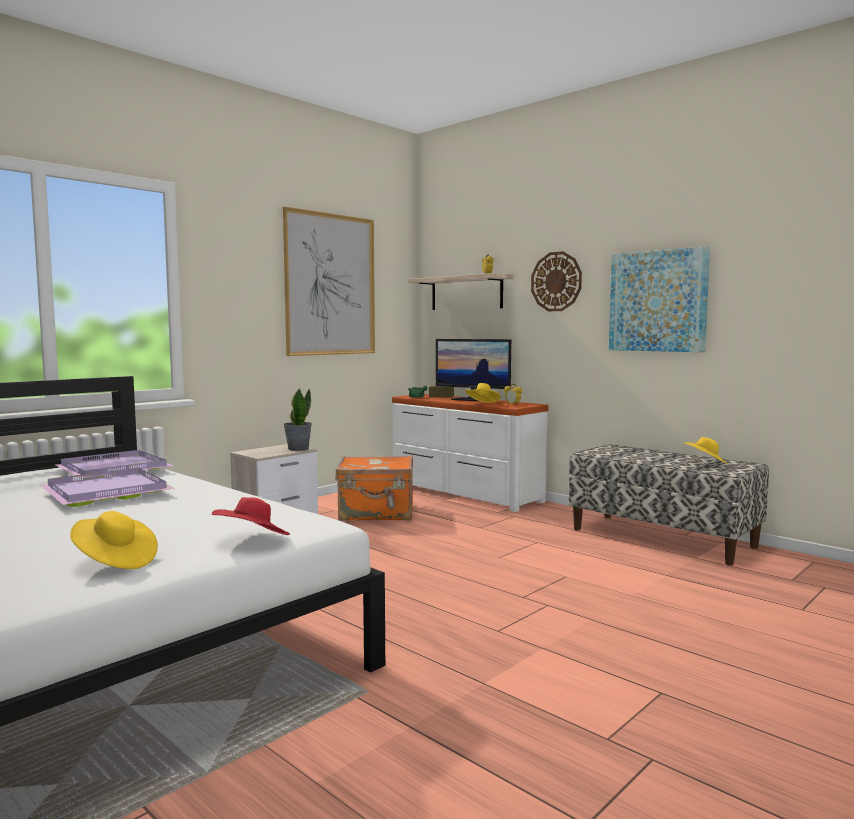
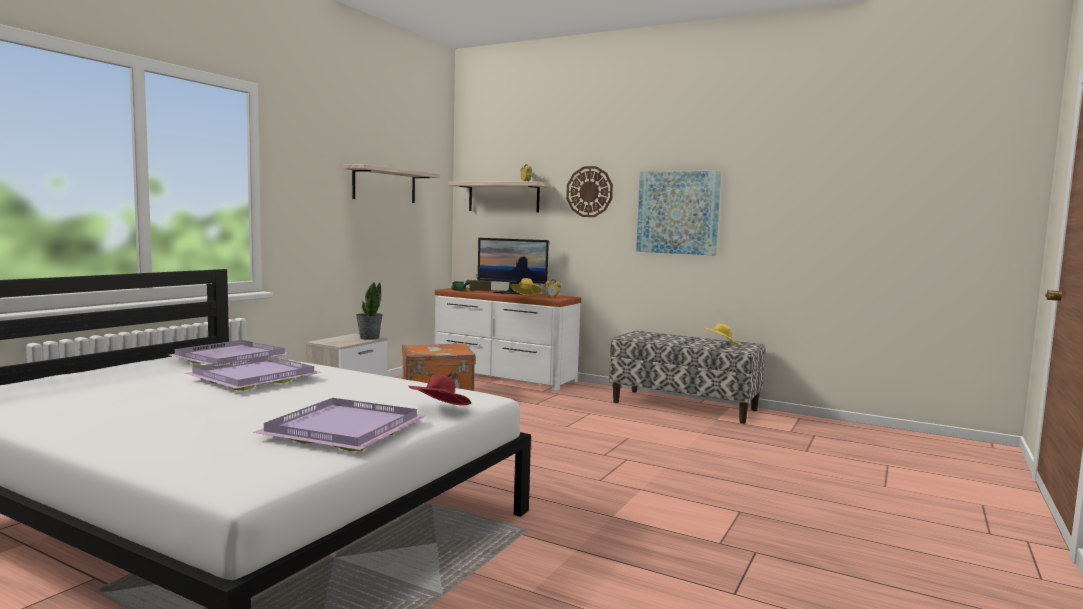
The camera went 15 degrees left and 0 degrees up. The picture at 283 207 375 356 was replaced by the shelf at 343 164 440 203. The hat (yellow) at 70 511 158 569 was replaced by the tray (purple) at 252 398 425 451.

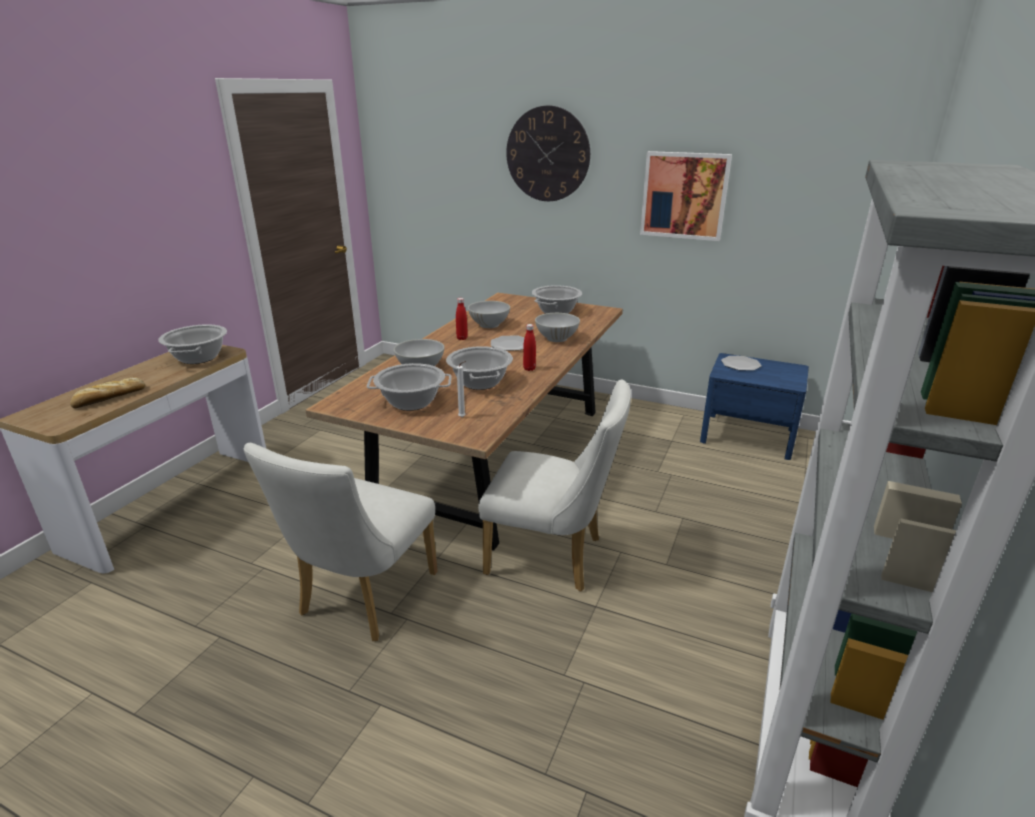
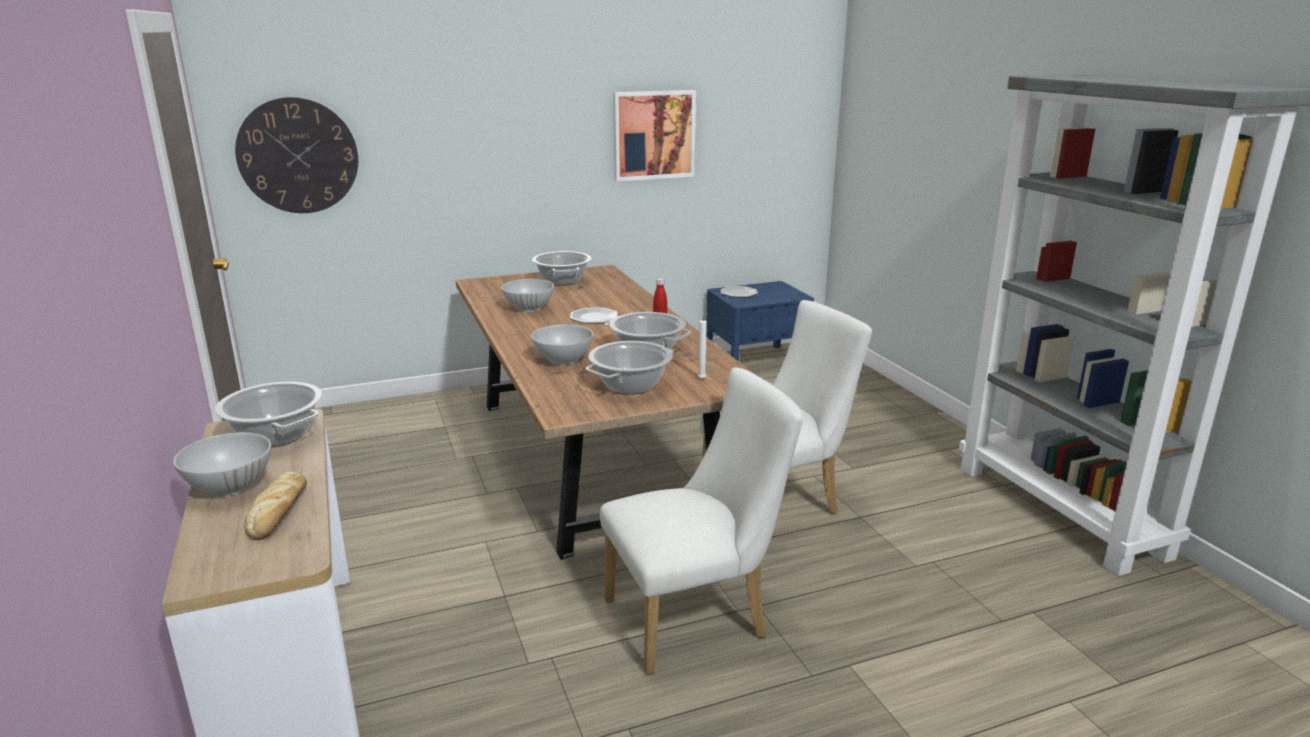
The camera went 45 degrees left and 5 degrees down. The wall clock moved from 506 106 590 201 to 235 97 358 213. The bottle (red) at 456 298 468 340 disappeared. The bowl (white) moved from 535 313 580 342 to 173 432 271 497. The chair (white) at 244 443 437 641 turned 90 degrees counterclockwise.

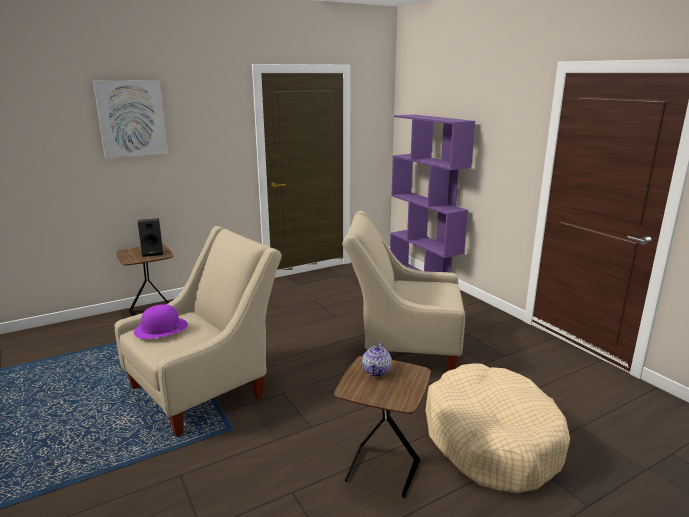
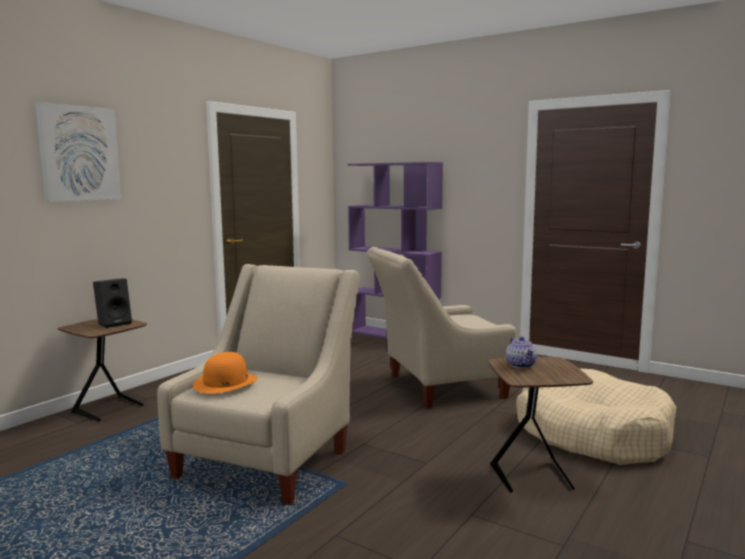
The camera went 25 degrees left and 10 degrees down. The hat (purple) at 134 304 188 339 became the hat (orange) at 193 352 258 394.

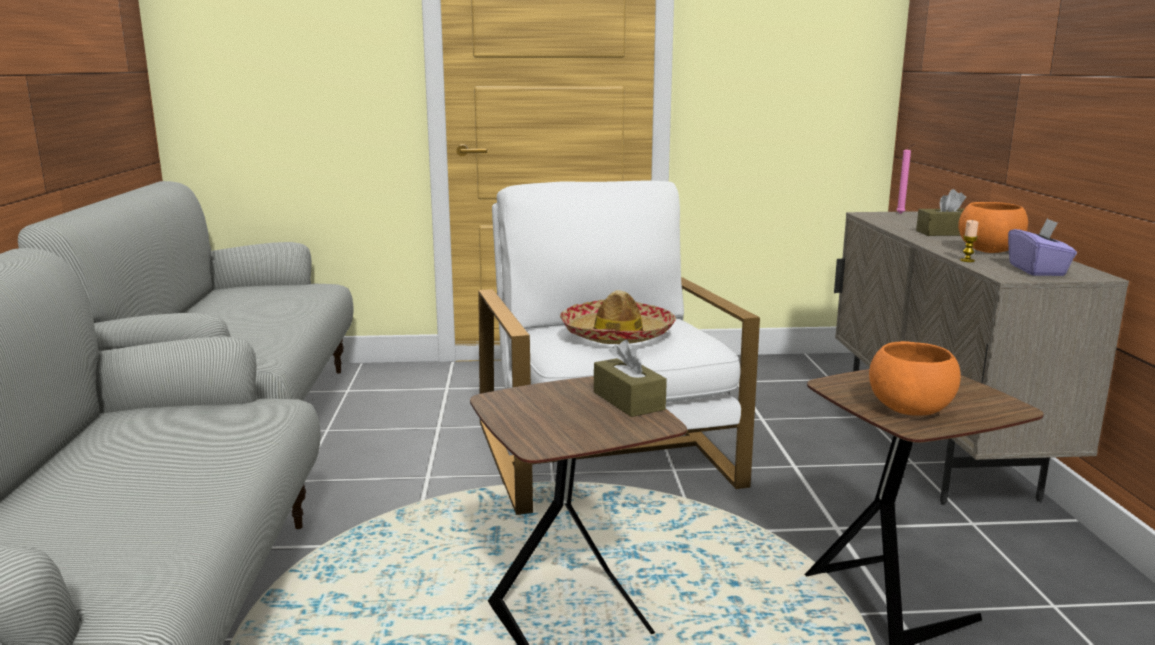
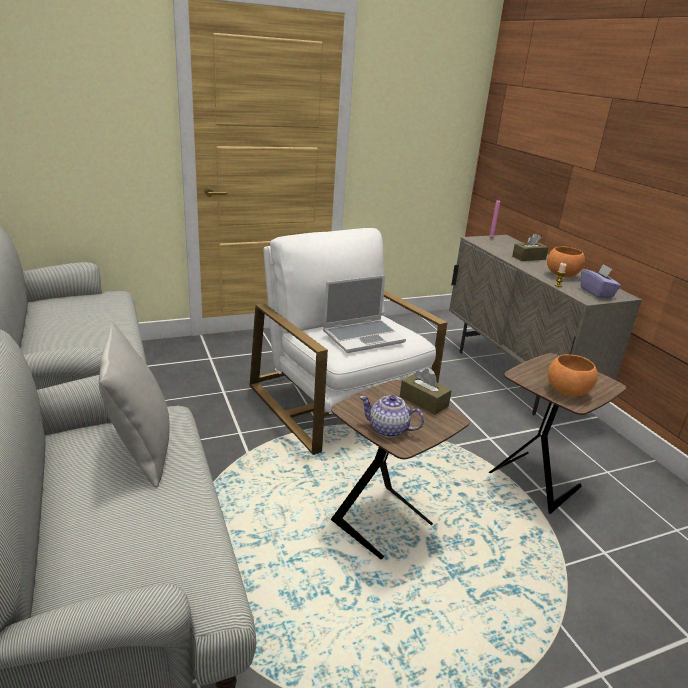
The camera went 20 degrees left and 10 degrees up. The hat at 560 290 676 344 was replaced by the laptop at 323 275 406 353. The pillow (grey) at 99 322 170 488 appeared. The teapot at 359 395 424 438 appeared.

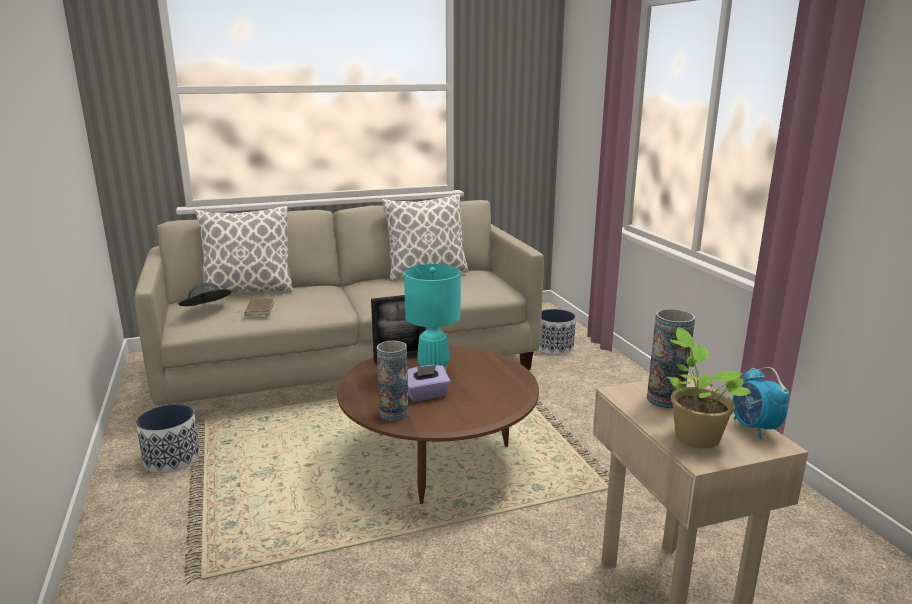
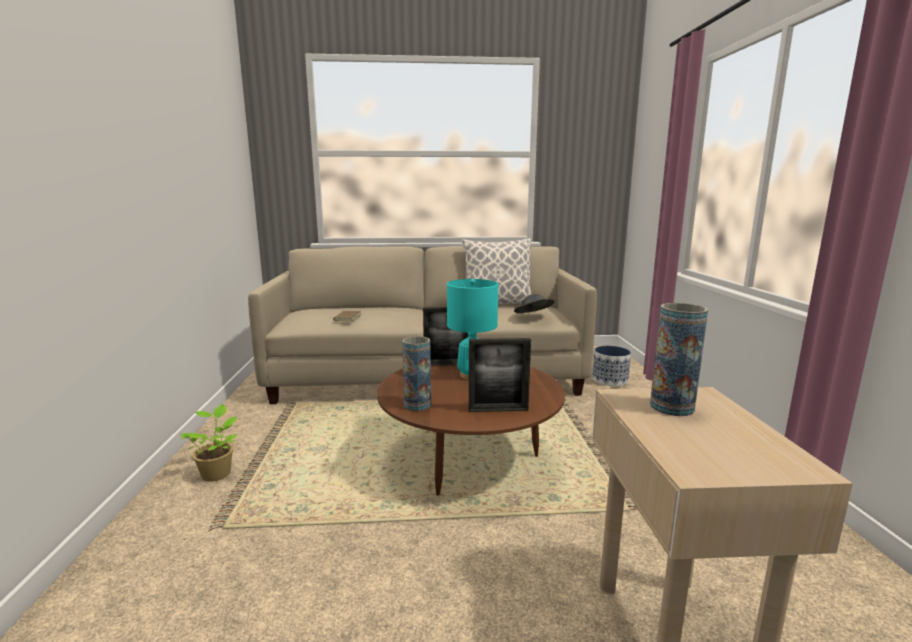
The camera went 15 degrees right and 5 degrees down. The pillow at 195 206 293 295 disappeared. The hat (grey) moved from 178 283 232 306 to 514 294 555 313. The potted plant moved from 667 327 752 449 to 180 404 237 482. The tissue box (purple) at 407 365 451 402 disappeared. The alarm clock at 733 367 790 439 disappeared. The planter at 136 404 200 473 disappeared. The picture frame at 469 338 531 412 appeared.

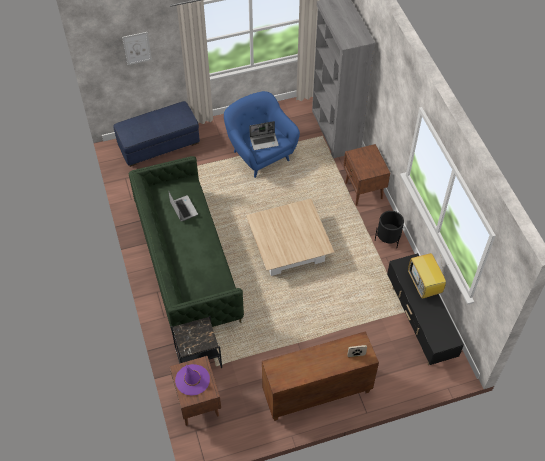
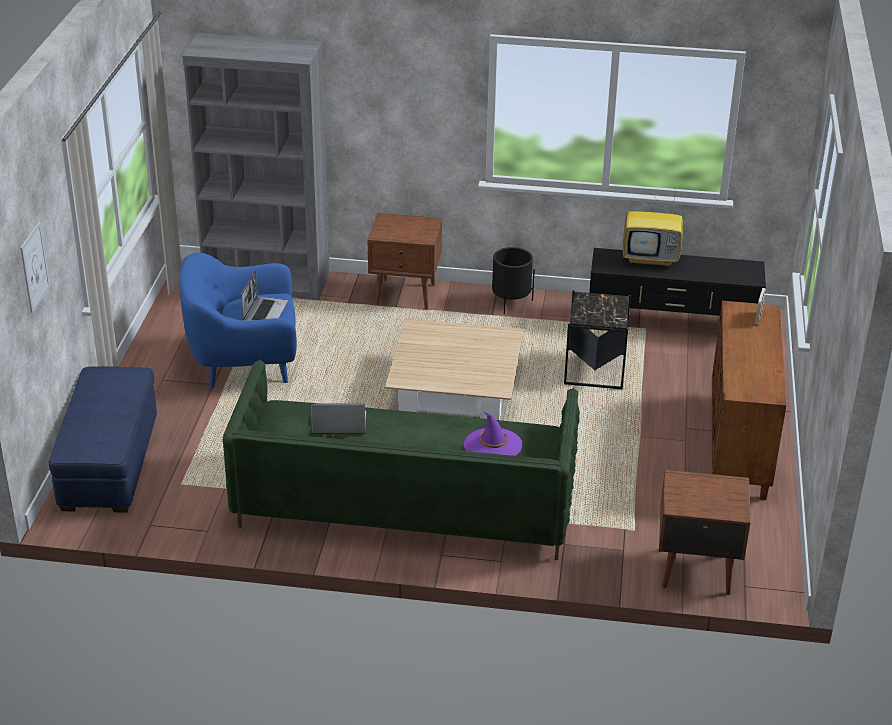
The camera went 65 degrees left and 20 degrees down. The side table (black) moved from 171 316 222 368 to 564 290 631 389. The hat (purple) moved from 175 364 210 396 to 464 412 522 456.

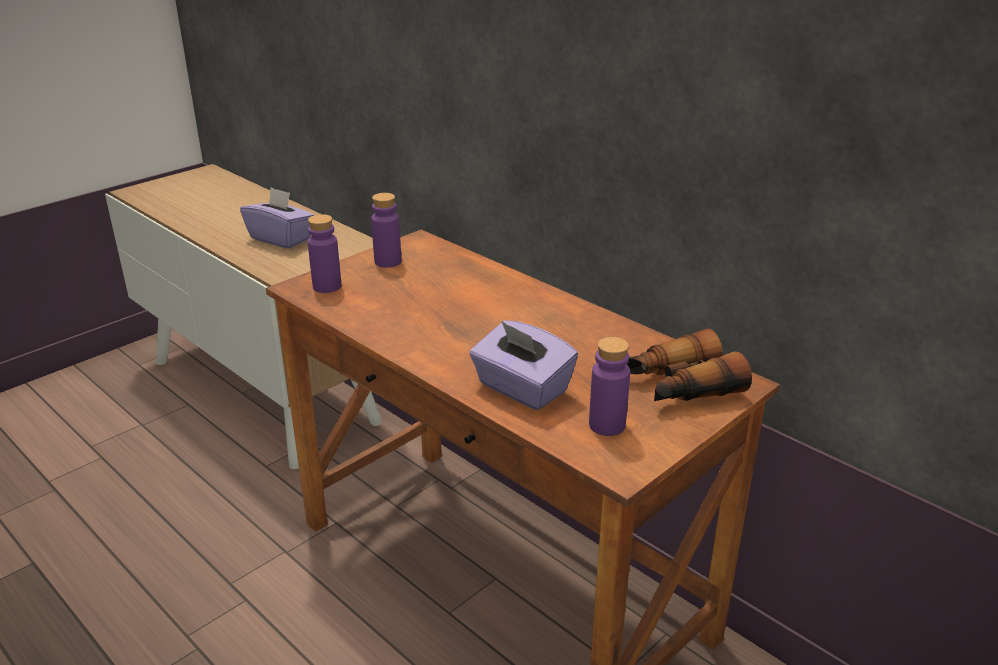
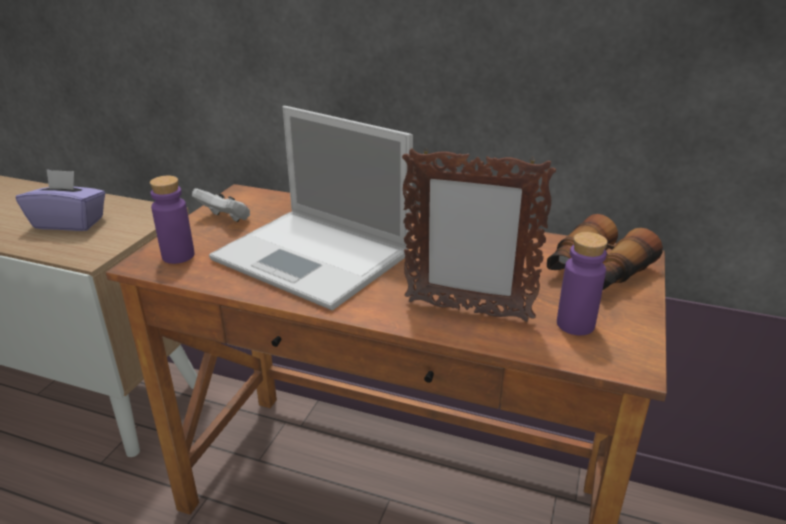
The camera went 25 degrees left and 0 degrees up. The bottle (purple) at 371 193 401 268 was replaced by the game controller (white) at 192 188 250 222. The tissue box (purple) at 469 320 578 410 was replaced by the picture frame at 402 148 556 322. The laptop at 209 106 413 310 appeared.

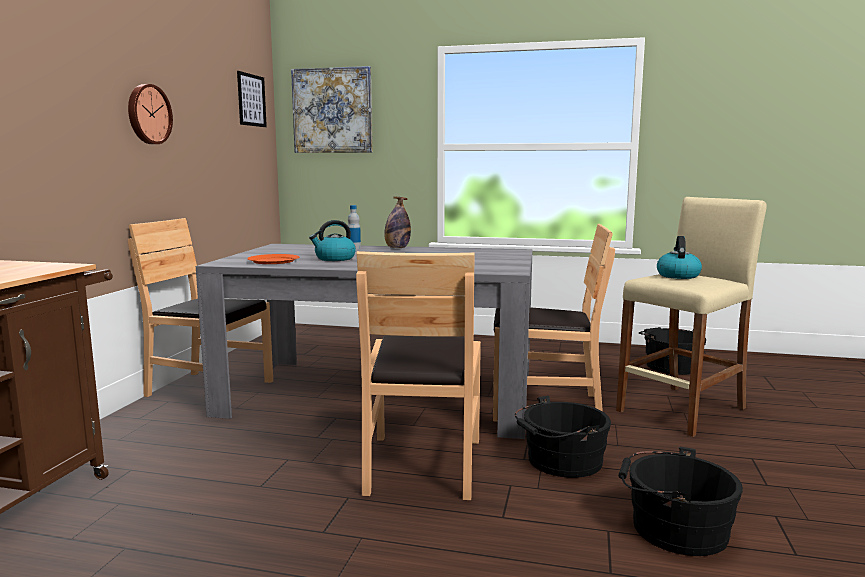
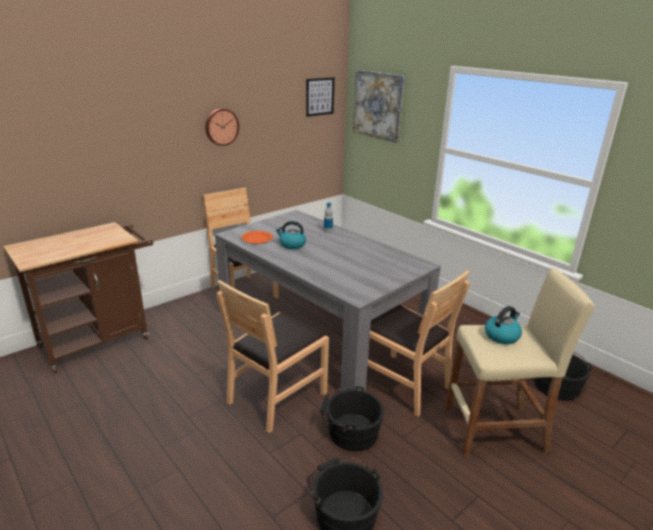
The camera went 35 degrees right and 15 degrees up. The bottle at 384 197 411 248 disappeared.

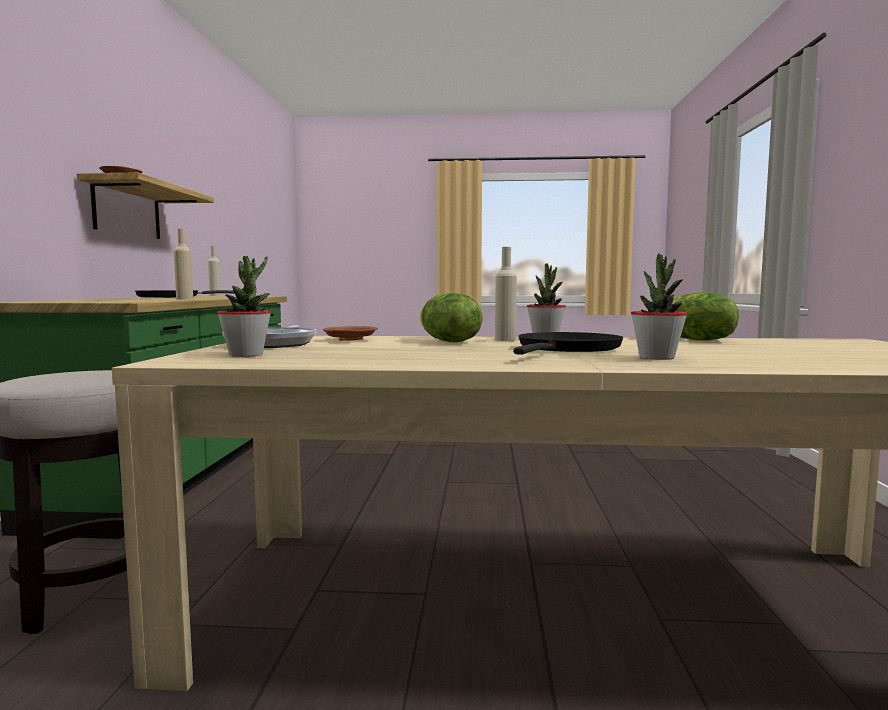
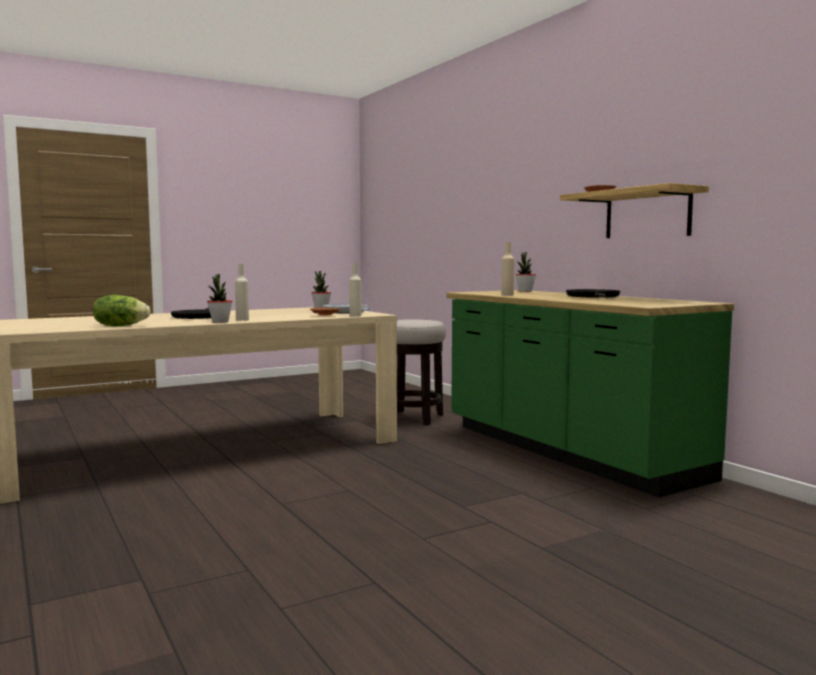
The camera went 145 degrees right and 0 degrees up. The bottle (beige) moved from 208 246 222 296 to 349 263 362 317. The potted plant moved from 631 253 687 360 to 516 252 536 292. The lettuce at 420 293 483 342 disappeared.

